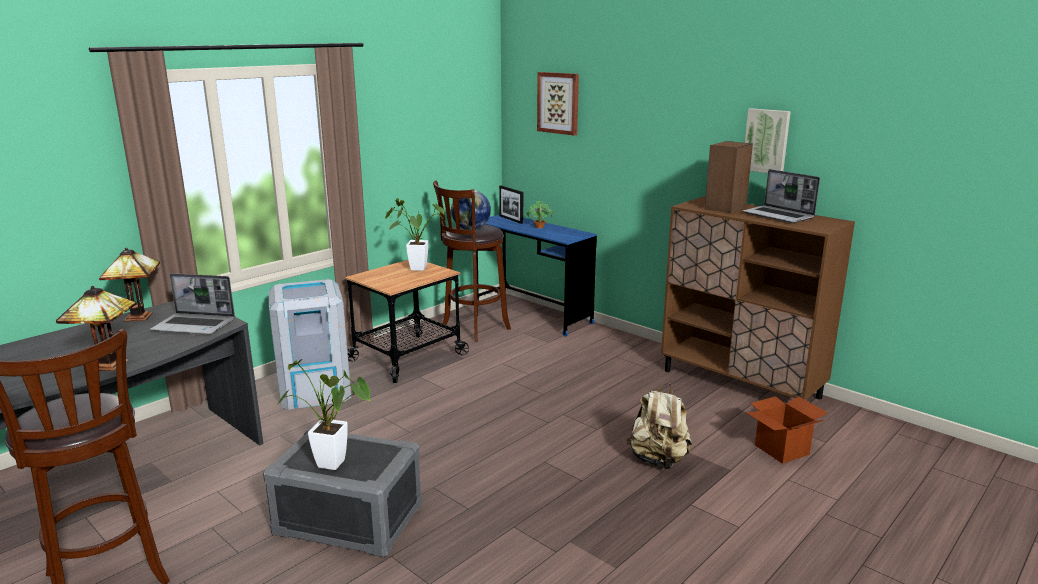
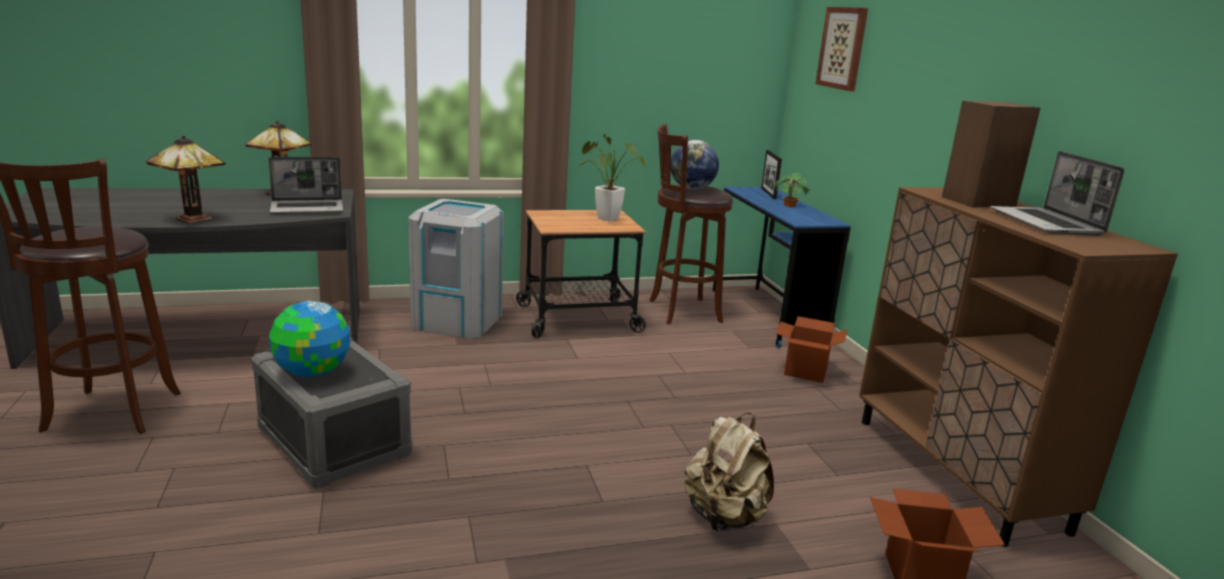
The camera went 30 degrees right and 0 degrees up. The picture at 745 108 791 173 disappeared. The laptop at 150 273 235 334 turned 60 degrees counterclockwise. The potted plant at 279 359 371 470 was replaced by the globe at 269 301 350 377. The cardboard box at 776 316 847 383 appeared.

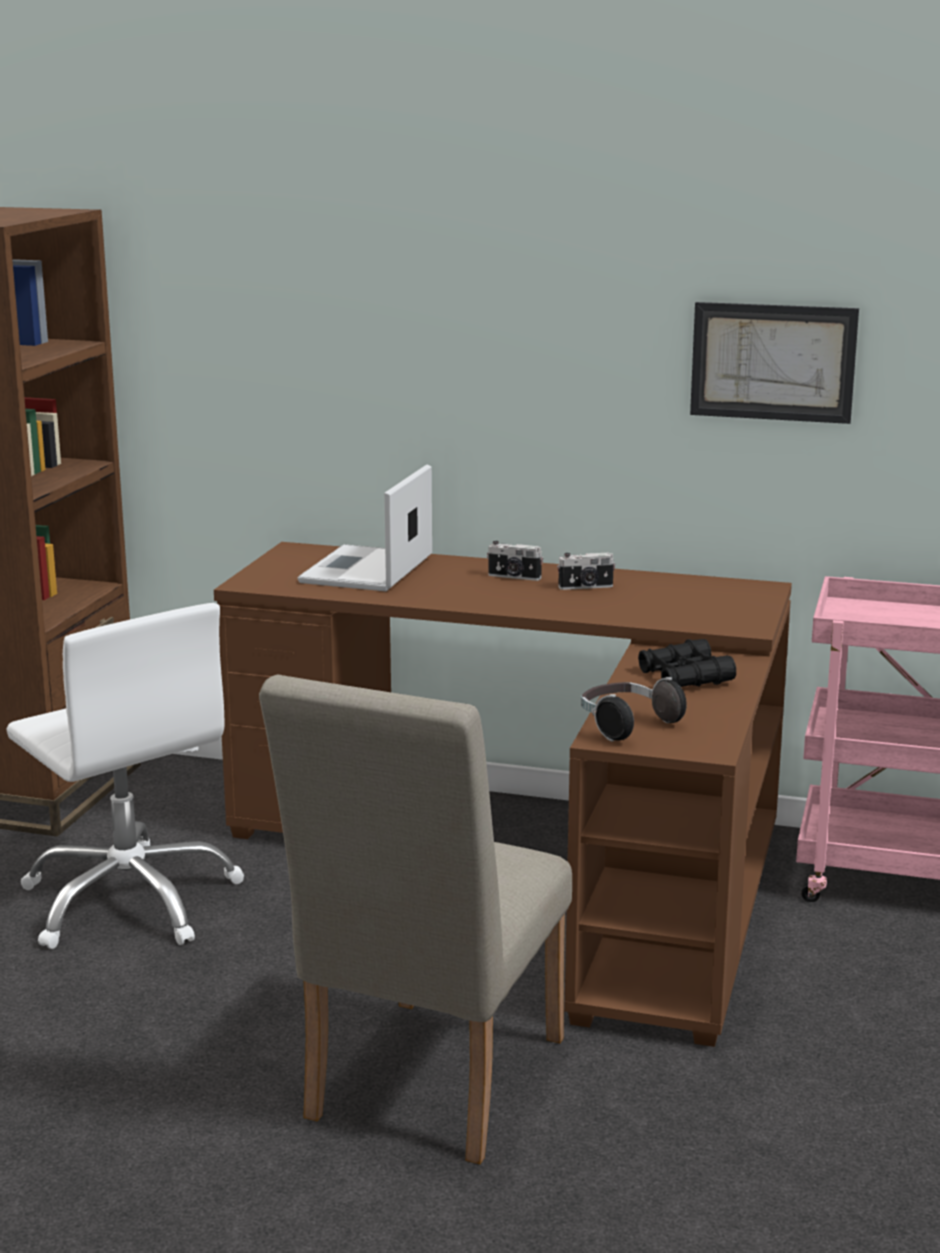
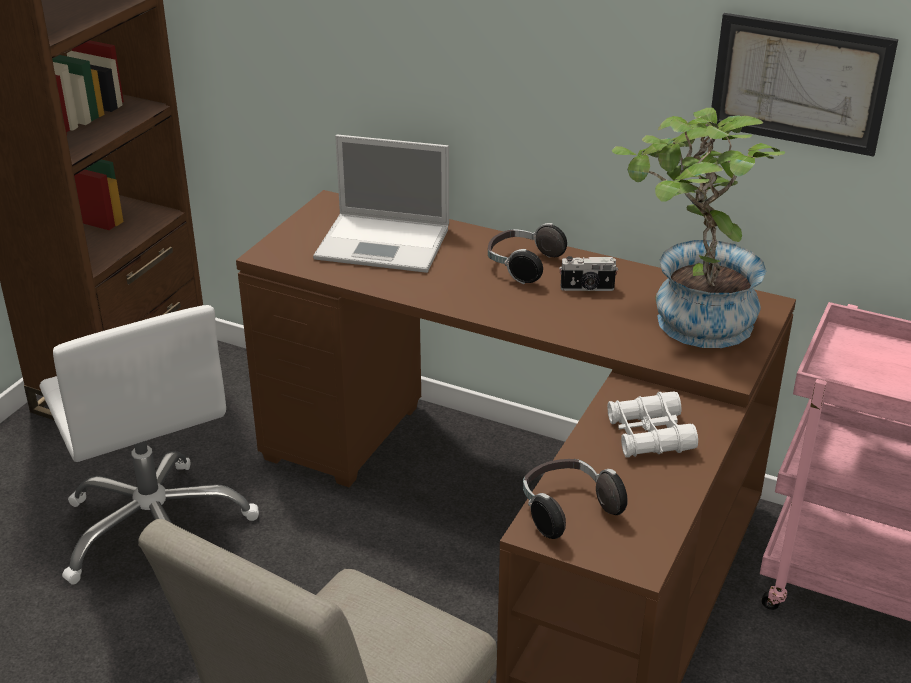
The camera went 10 degrees right and 15 degrees up. The laptop at 298 465 432 592 turned 105 degrees counterclockwise. The photo camera at 487 541 543 581 was replaced by the headphones at 488 223 567 284. The binoculars (black) at 638 639 736 687 became the binoculars (white) at 607 392 698 458. The potted plant at 612 108 785 348 appeared.

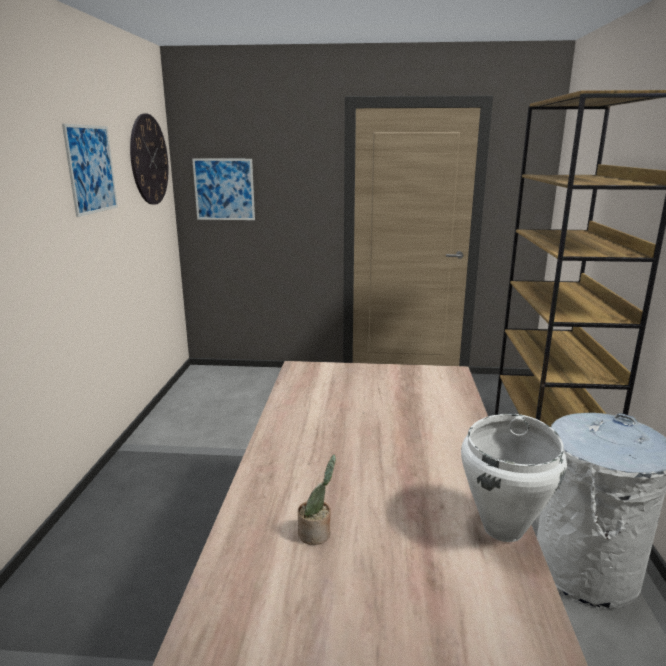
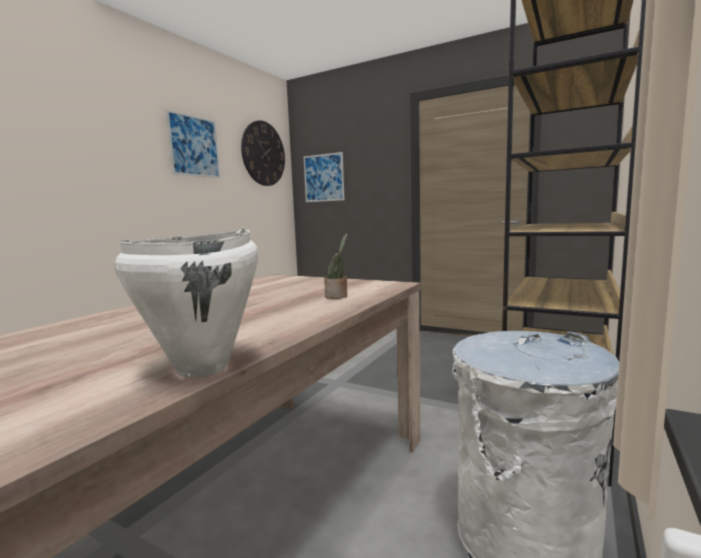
The camera went 25 degrees right and 10 degrees down. The potted plant moved from 298 455 336 545 to 324 234 347 299.

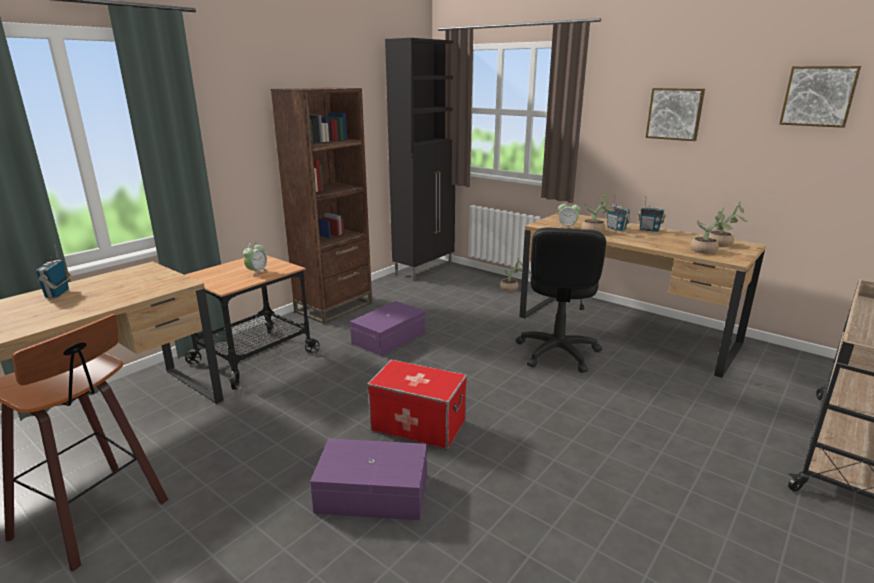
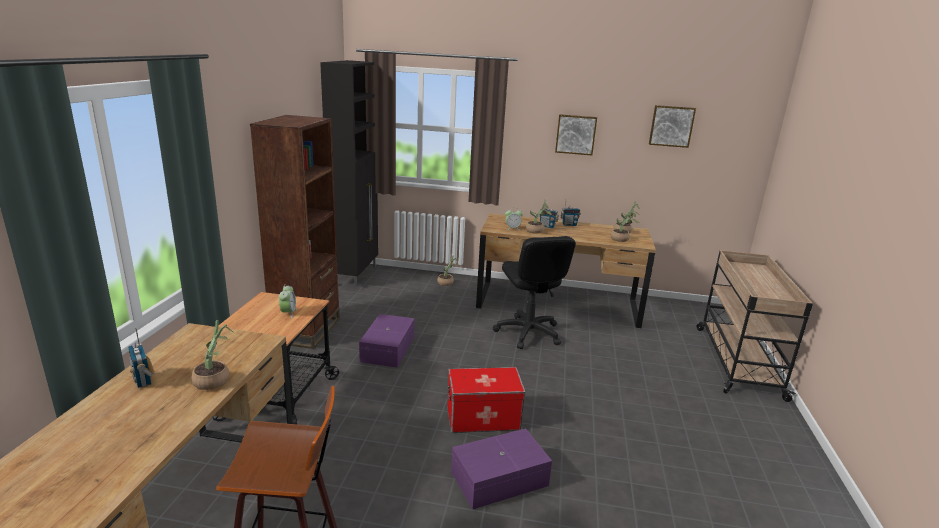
The camera went 30 degrees left and 0 degrees up. The potted plant at 191 320 233 390 appeared.

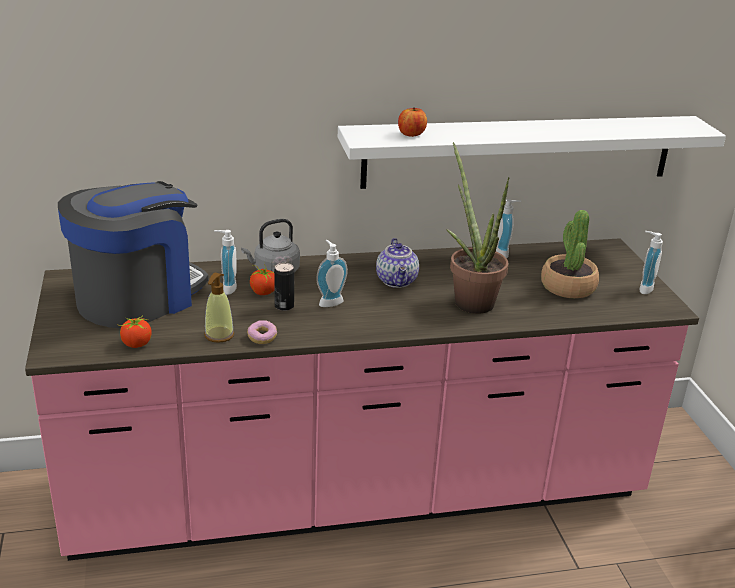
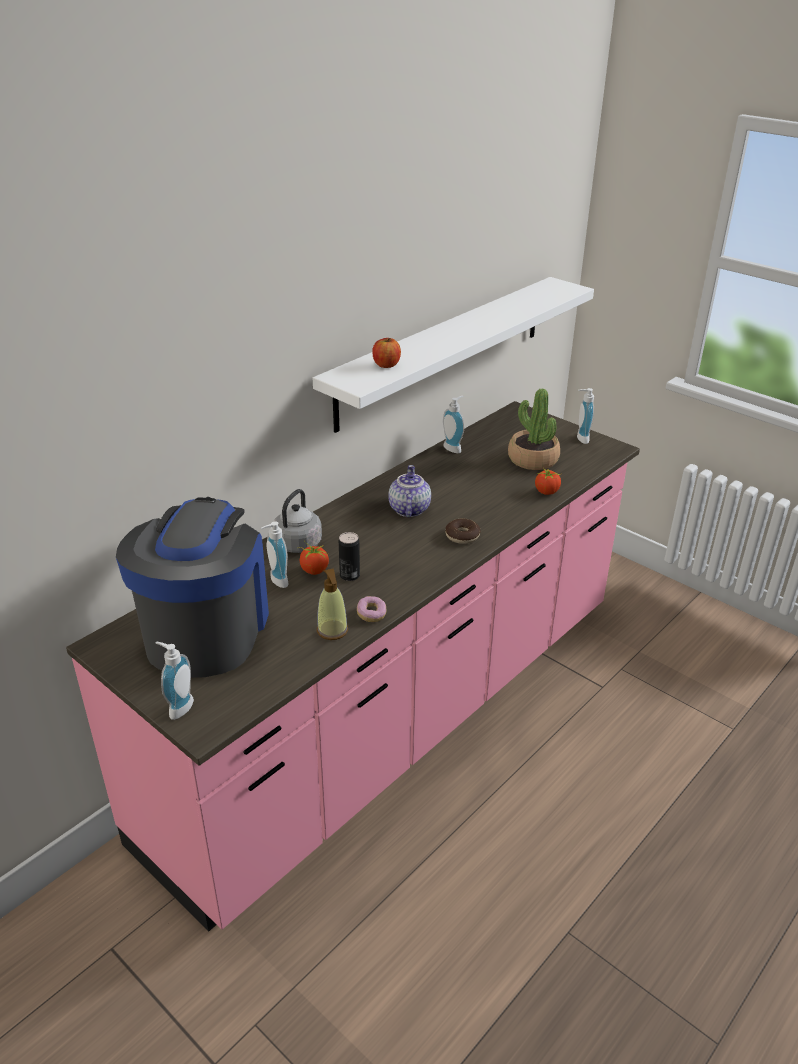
The camera went 35 degrees left and 5 degrees up. The potted plant at 446 142 510 314 disappeared. The teapot at 376 238 419 288 turned 135 degrees counterclockwise. The soap dispenser moved from 316 240 348 307 to 155 641 194 720. The tomato moved from 118 315 152 348 to 535 468 562 495. The donut at 445 519 481 544 appeared.

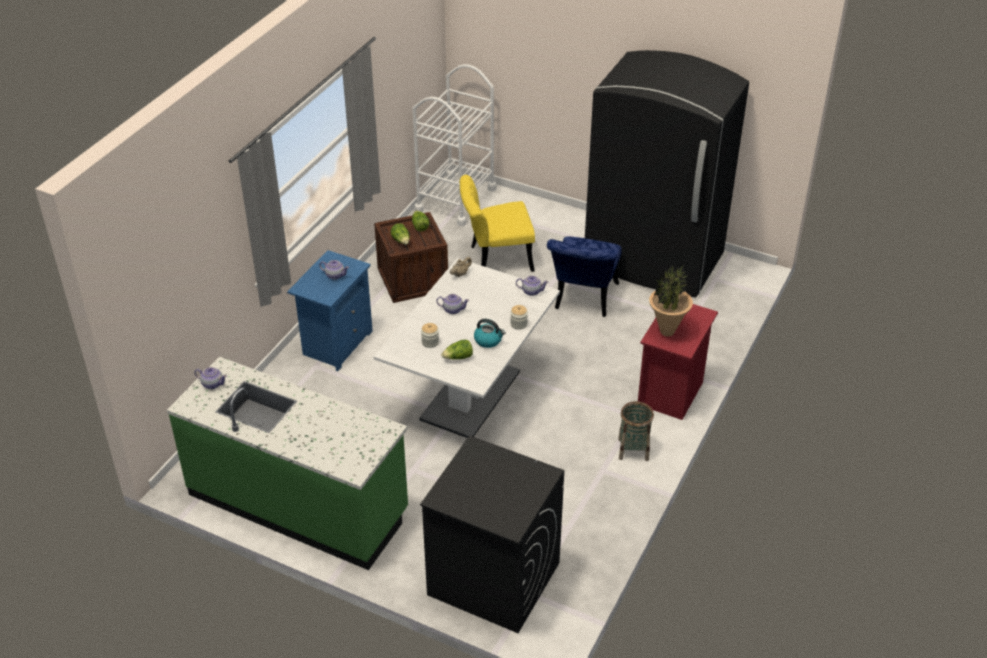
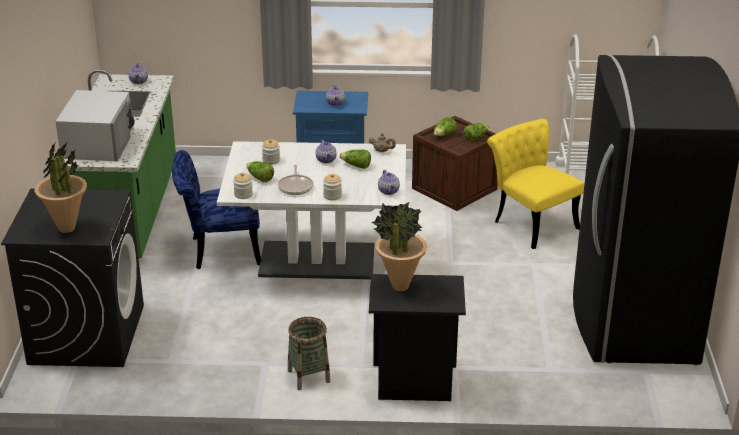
The camera went 65 degrees right and 10 degrees down. The chair (blue) moved from 547 237 622 317 to 172 150 261 269. The nightstand (red) at 638 304 718 420 became the nightstand (black) at 369 274 466 401. The kettle at 474 319 506 348 was replaced by the frying pan at 278 165 314 195. The microwave (white) at 55 90 135 161 appeared. The potted plant at 34 141 87 233 appeared. The lettuce at 340 149 371 169 appeared. The jar at 233 173 253 199 appeared.

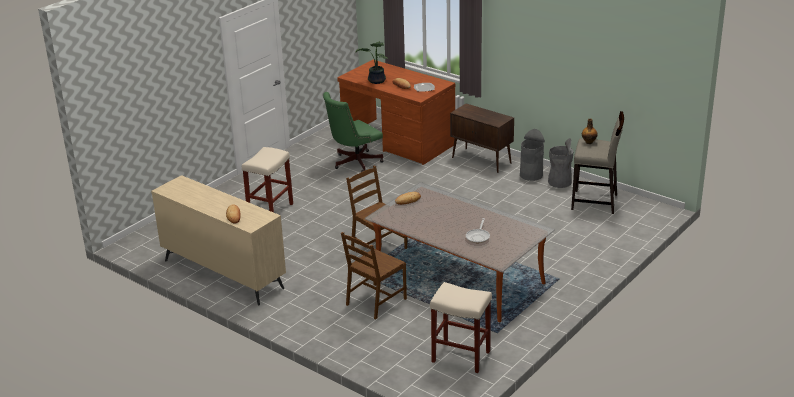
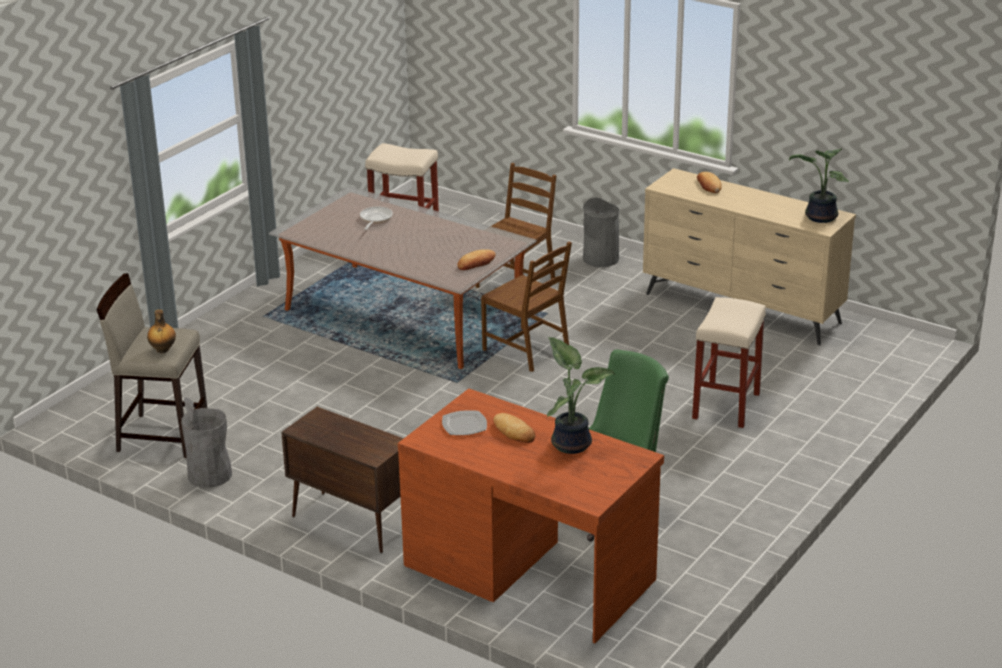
The camera went 175 degrees right and 0 degrees up. The trash can (grey) moved from 520 129 545 181 to 583 198 620 267. The potted plant at 789 149 849 223 appeared.

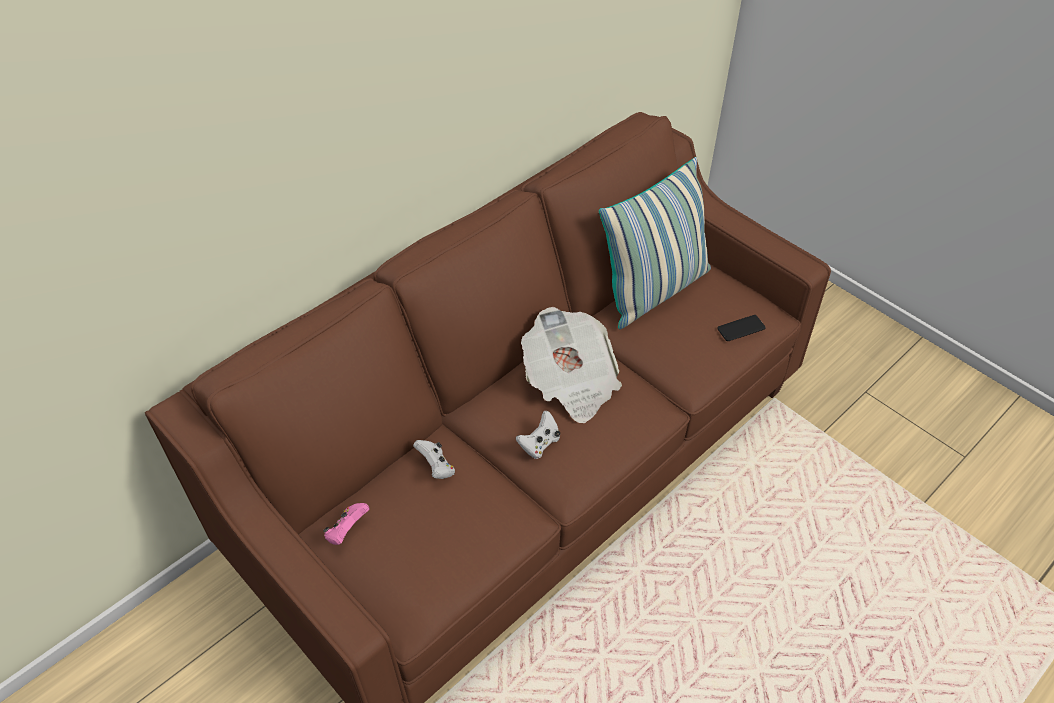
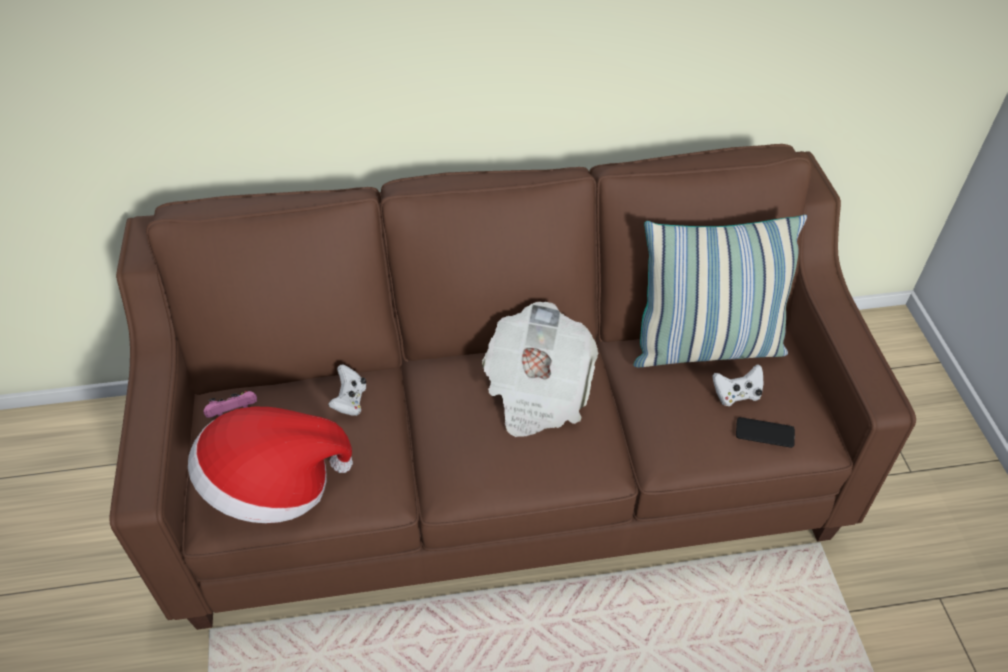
The camera went 35 degrees right and 0 degrees up. The game controller (white) moved from 516 411 560 459 to 712 364 764 406. The hat at 188 407 353 523 appeared.

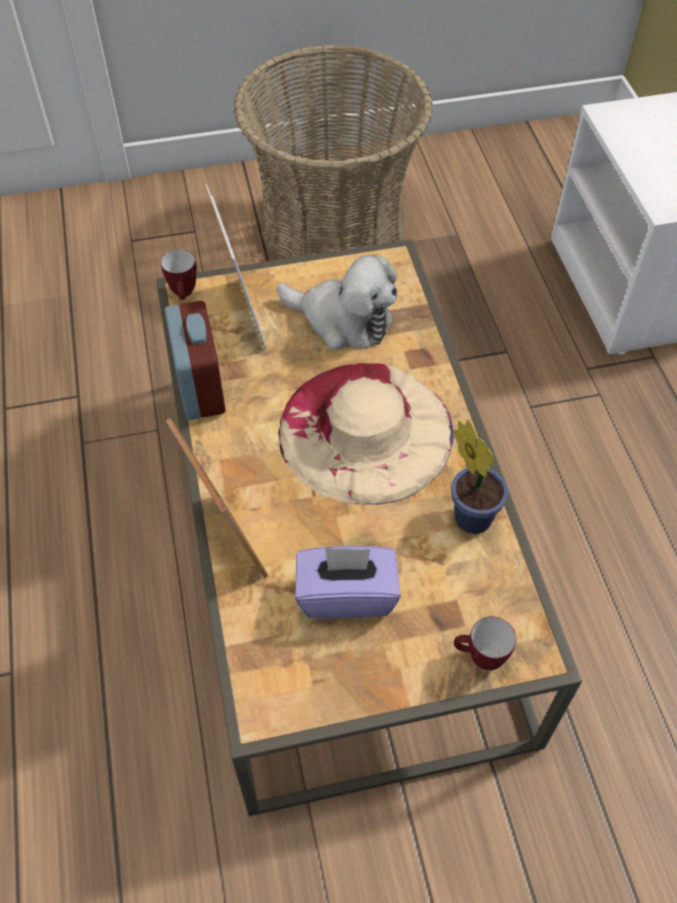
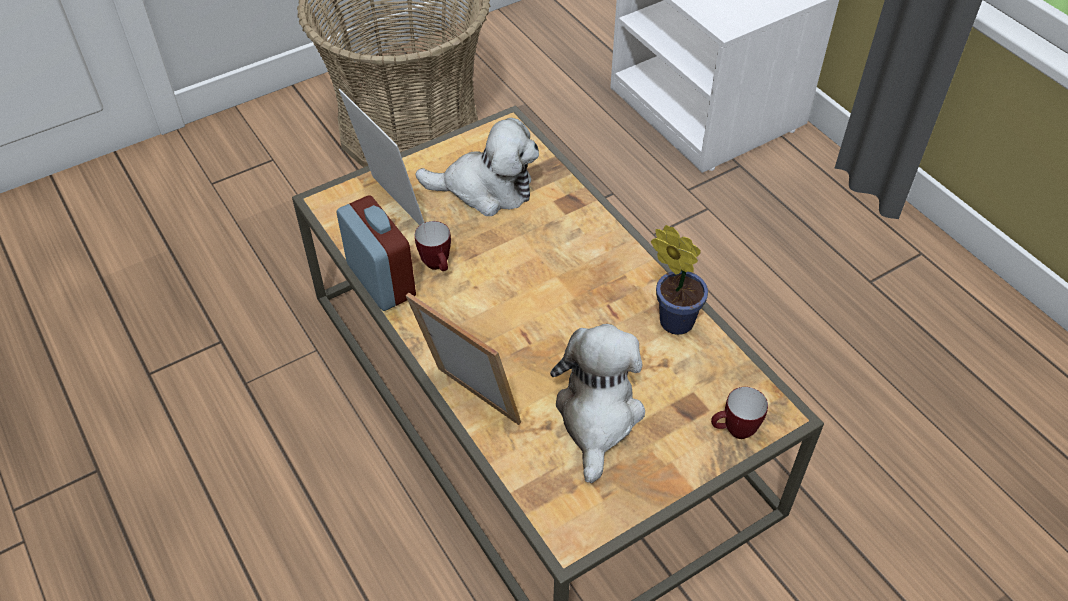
The camera went 20 degrees left and 5 degrees down. The mug moved from 161 249 197 300 to 415 221 451 271. The hat (beige) at 278 363 454 505 disappeared. The tissue box (purple) at 295 546 401 619 was replaced by the plush toy at 550 324 645 483.

